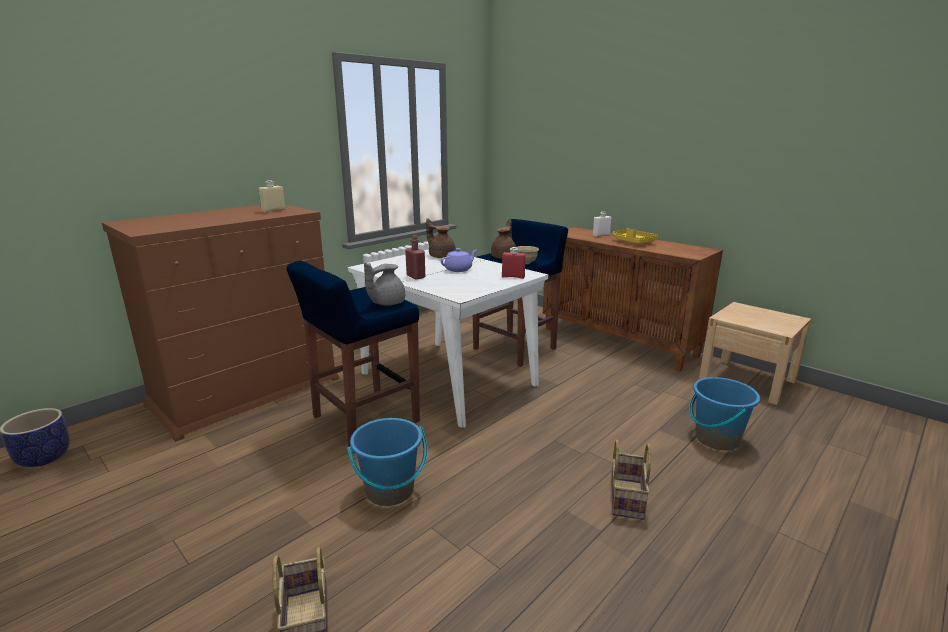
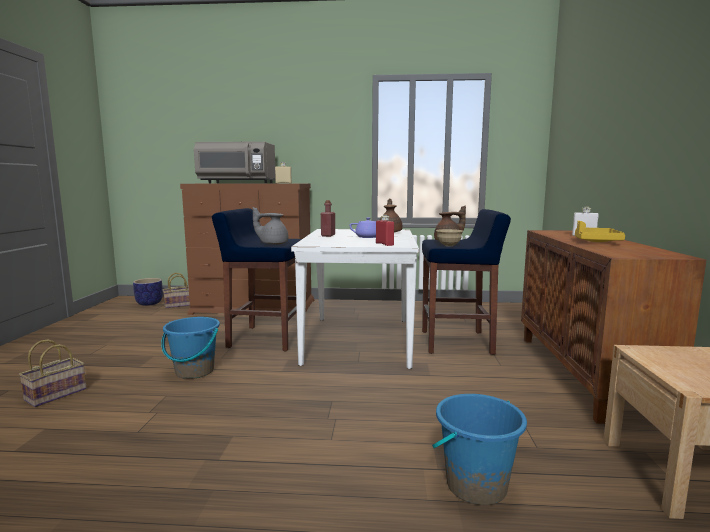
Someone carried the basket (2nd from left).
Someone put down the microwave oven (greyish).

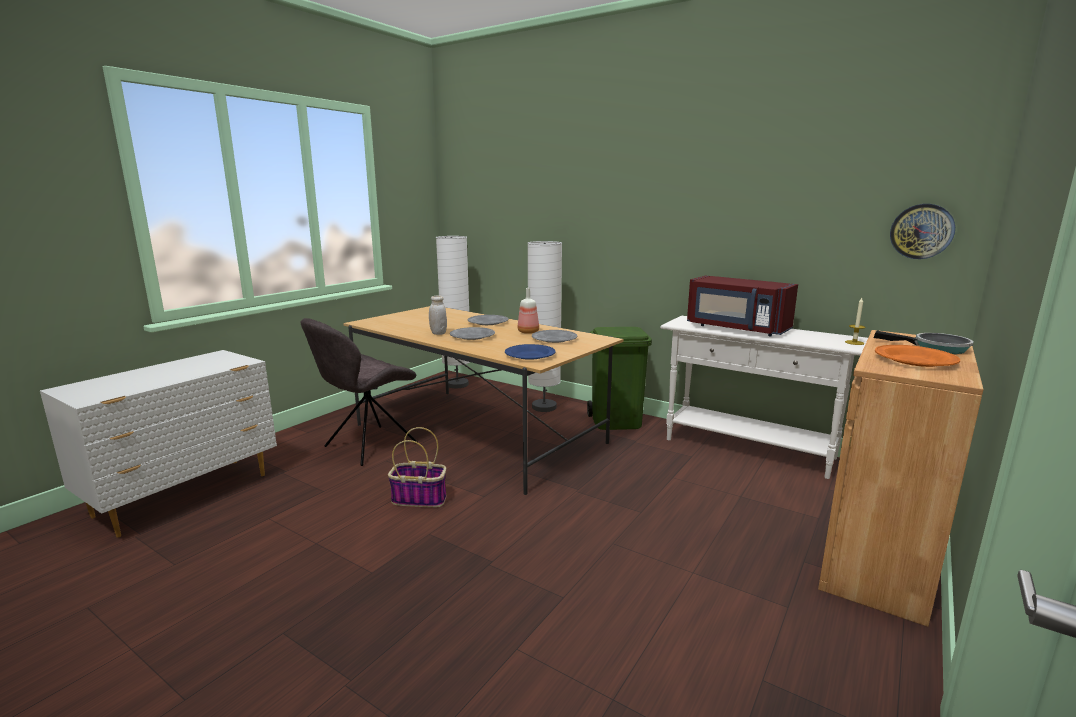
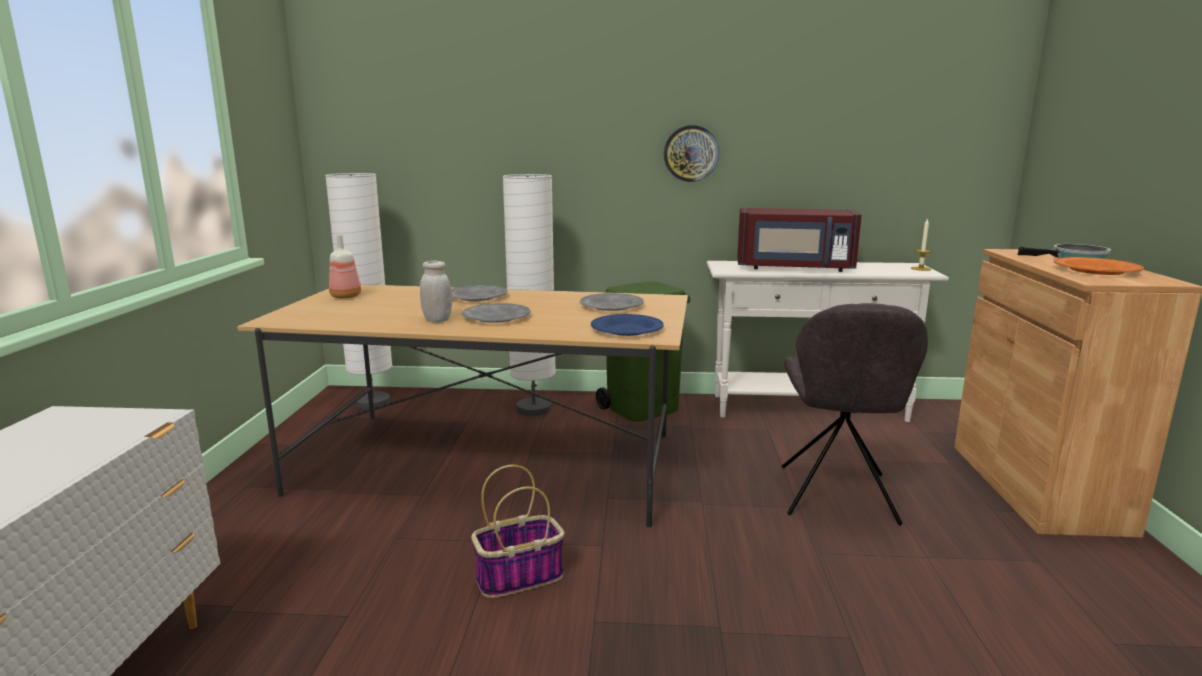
Someone carried the plain chair (greyish).
Someone carried the drink bottle.
Someone carried the clock on the wall.

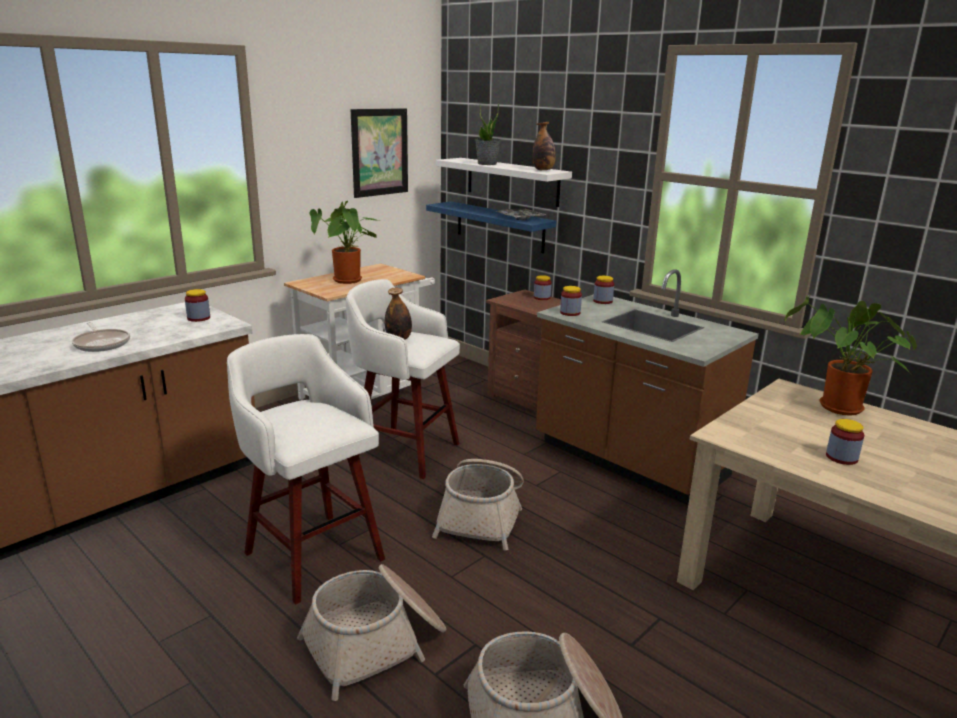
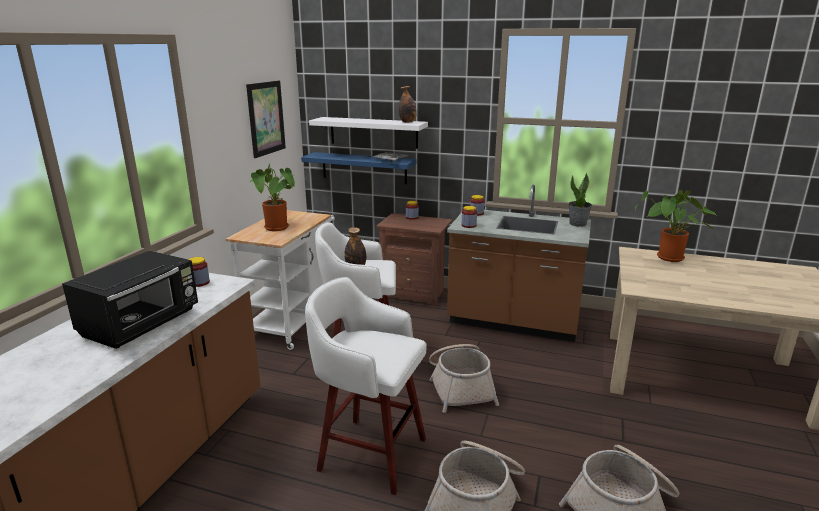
Someone swapped the frying pan for the microwave oven (black-coloured).
Someone carried the potted plant (2nd from left).
Someone took away the storage jar (5th from left).

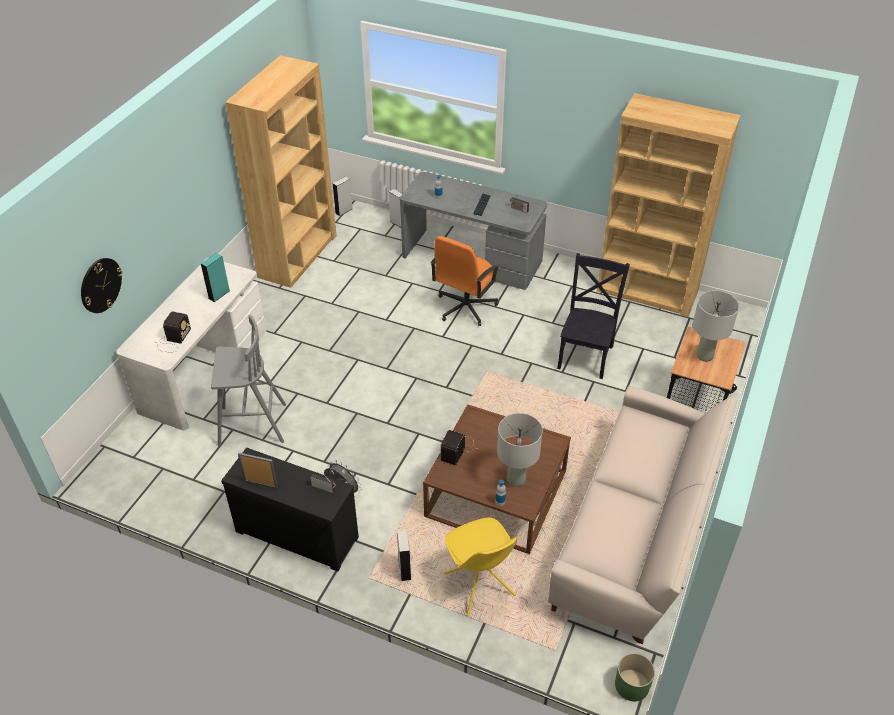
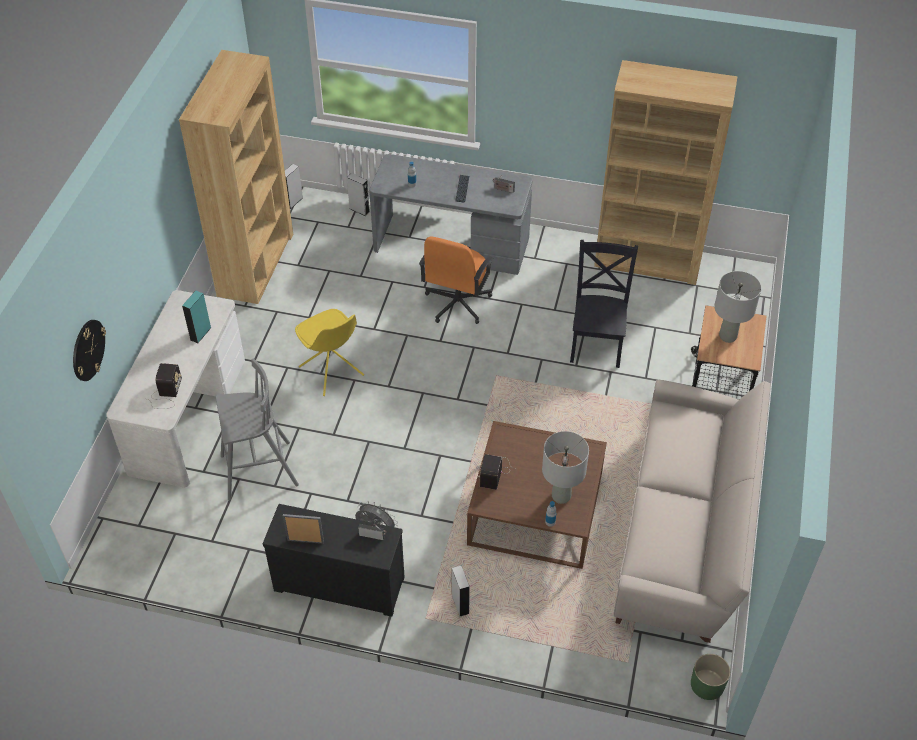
Someone carried the plain chair (yellow).

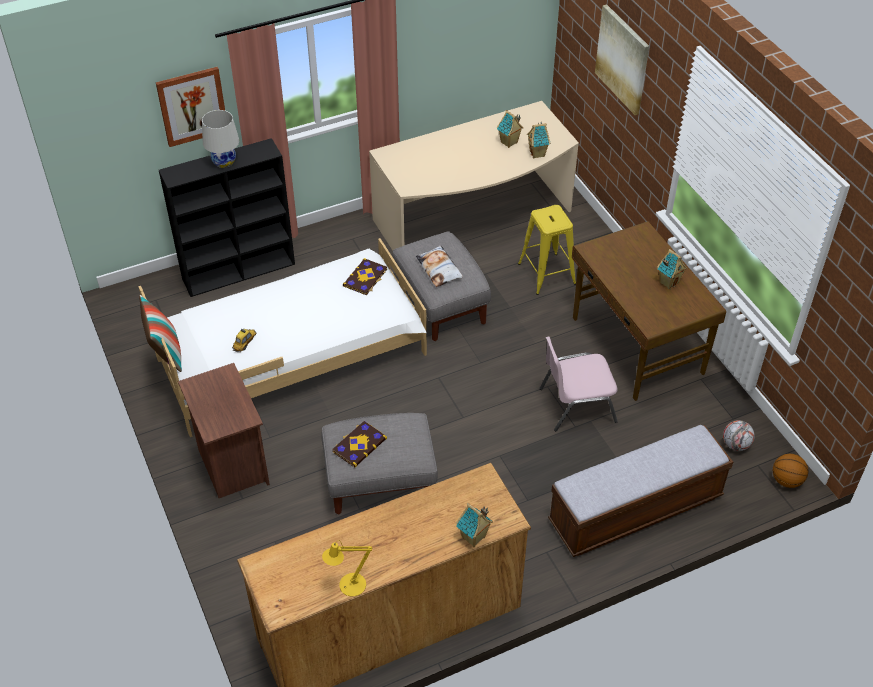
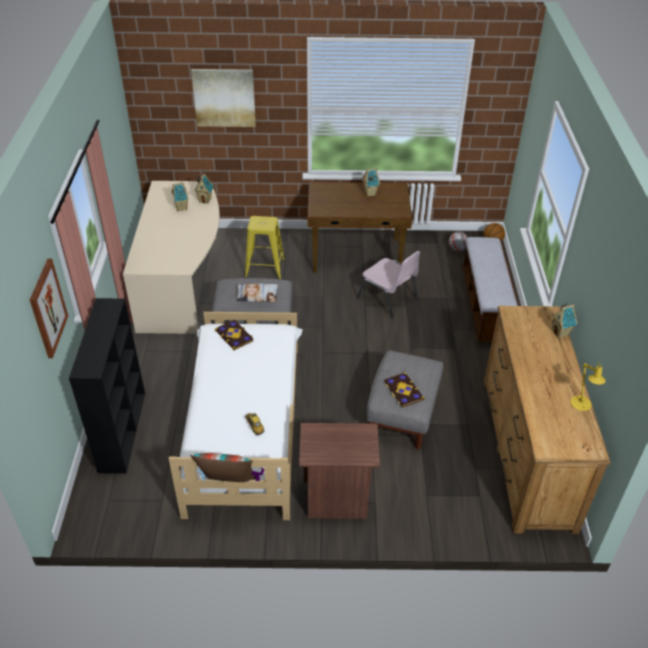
Someone took away the table lamp (white-coloured).
Someone rotated the plain chair (pink-coloured) by 60 degrees counterclockwise.

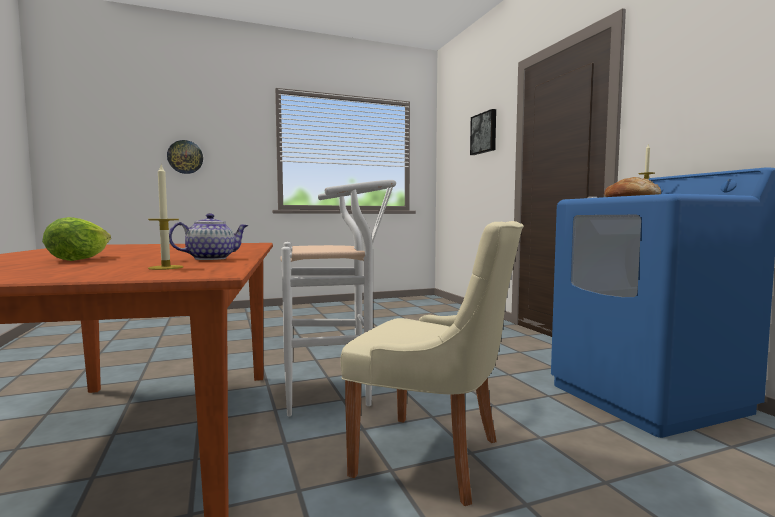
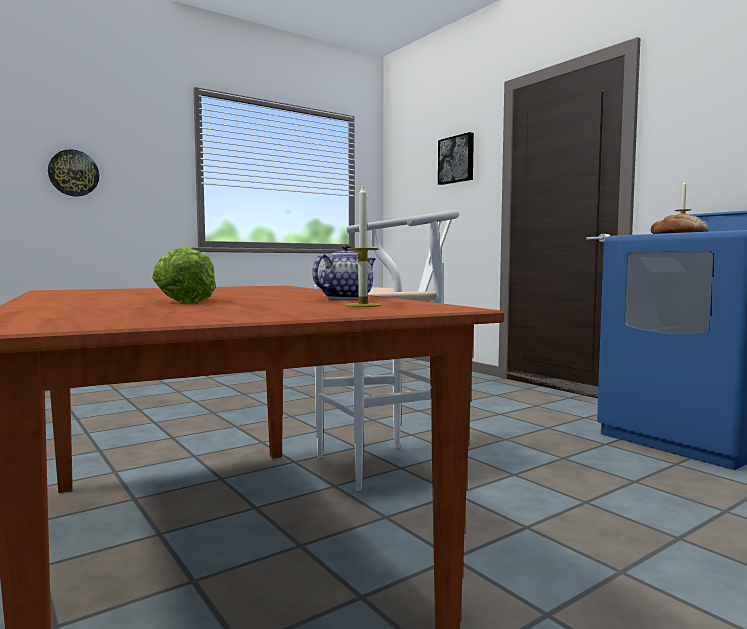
Someone took away the plain chair (sand-coloured).

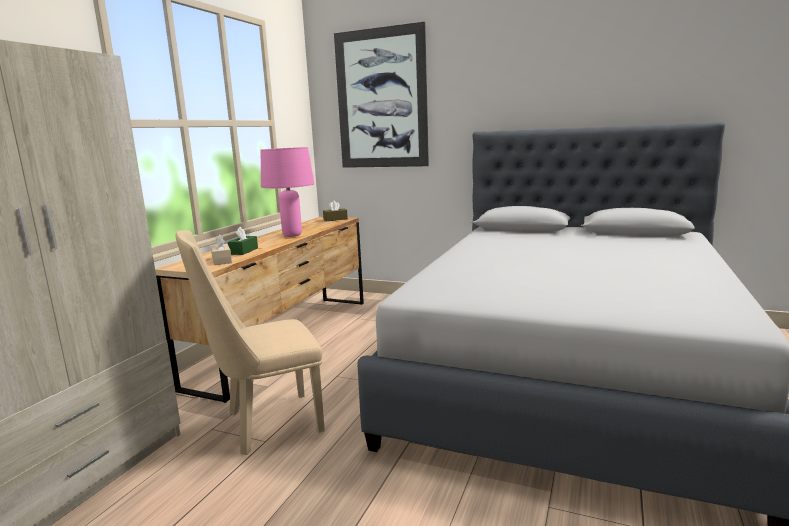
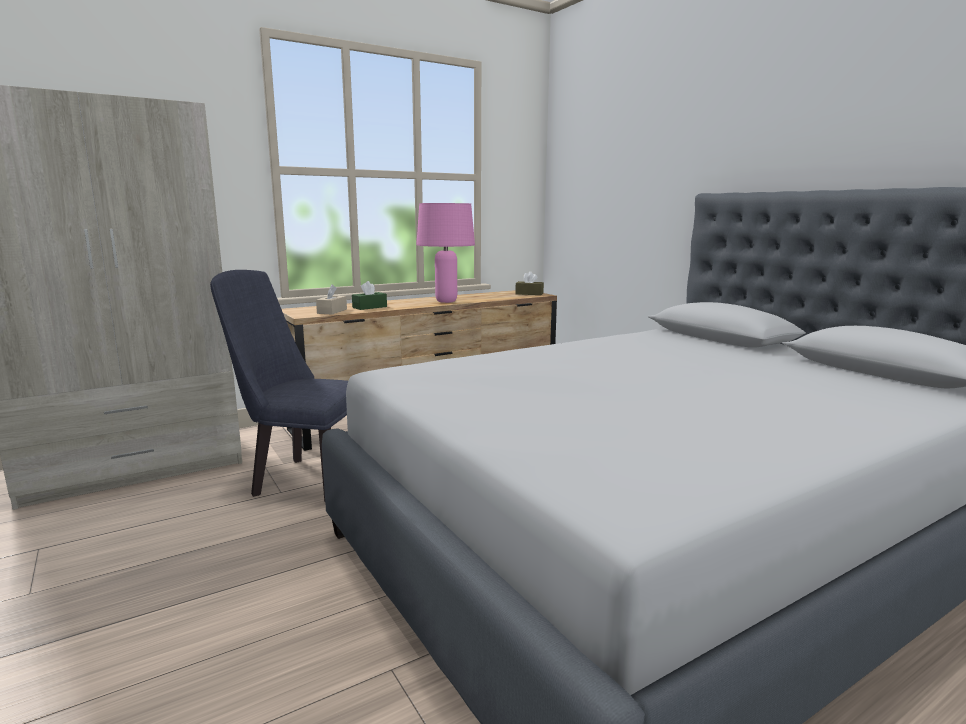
Someone repainted the plain chair (sand-coloured), which became the plain chair (blue).
Someone took away the wall picture.

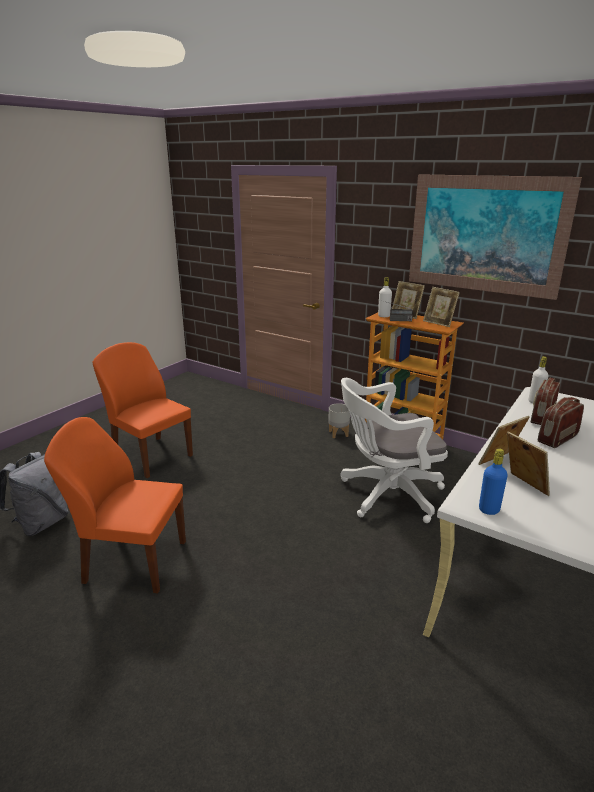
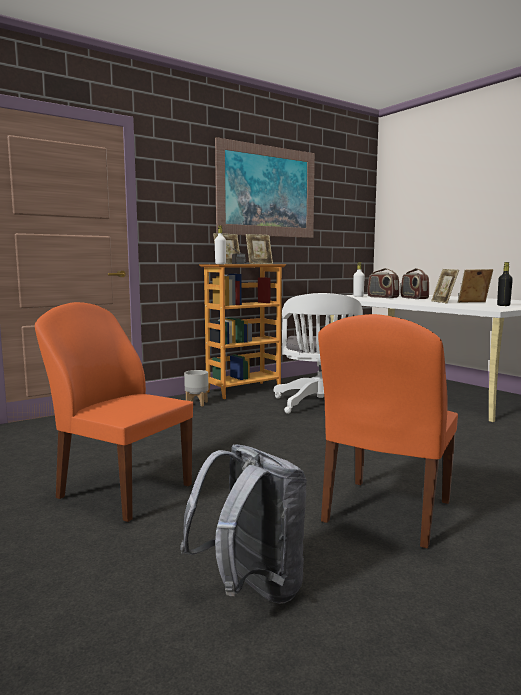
Someone rotated the plain chair (orange) (2nd from left in the first image) by 60 degrees clockwise.
Someone repainted the drink bottle (blue), which became the drink bottle (black-coloured).

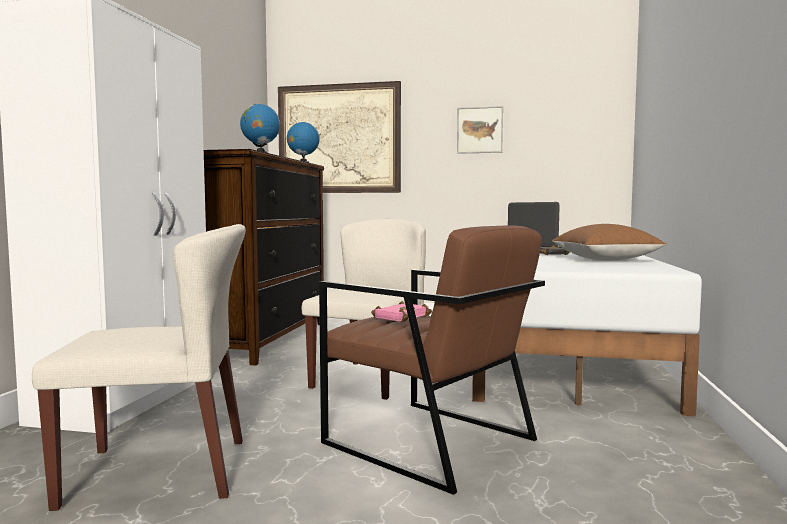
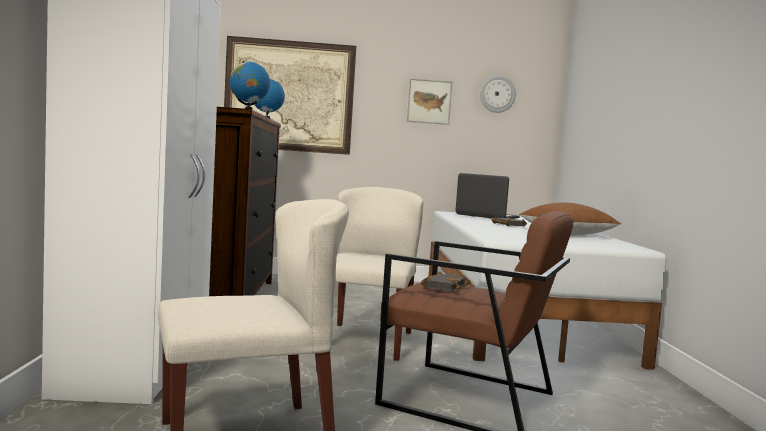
Someone repainted the volume (pink-coloured), which became the volume (black-coloured) (1st from left).
Someone put up the clock on the wall.

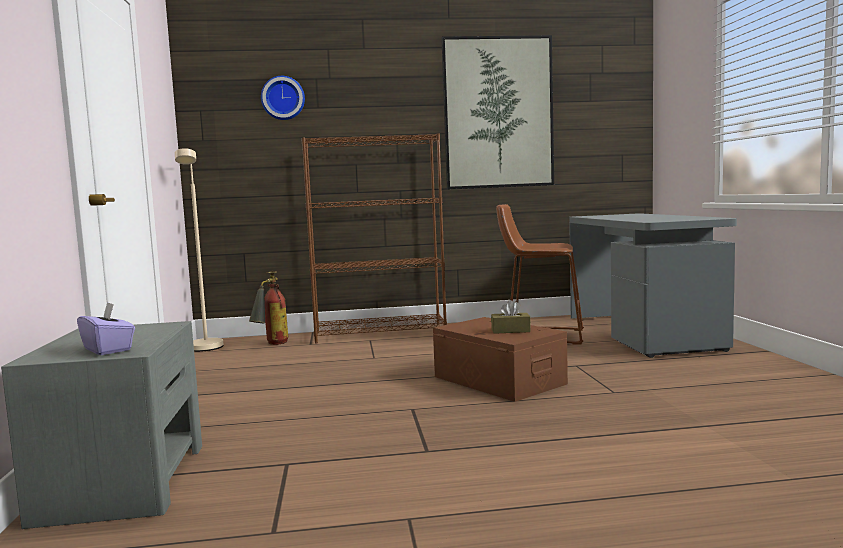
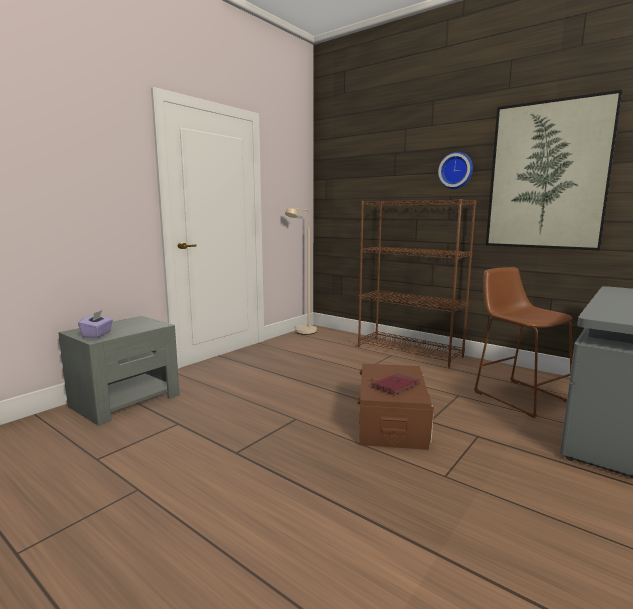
Someone took away the fire-fighting cylinder.
Someone carried the clock on the wall.
Someone swapped the tissue box (brown) for the volume (red).

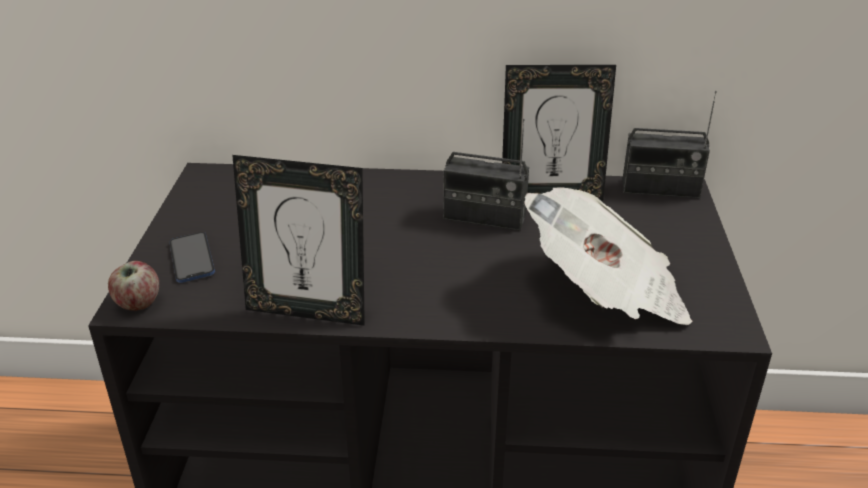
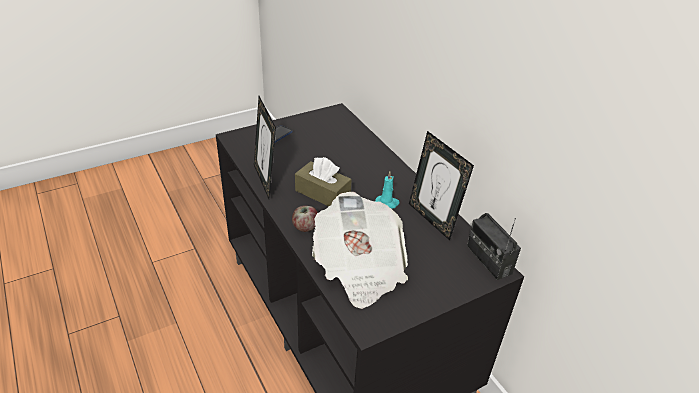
Someone carried the apple.
Someone swapped the radio set (1st from left) for the candle (blue-green).
Someone put down the tissue box (brown).

